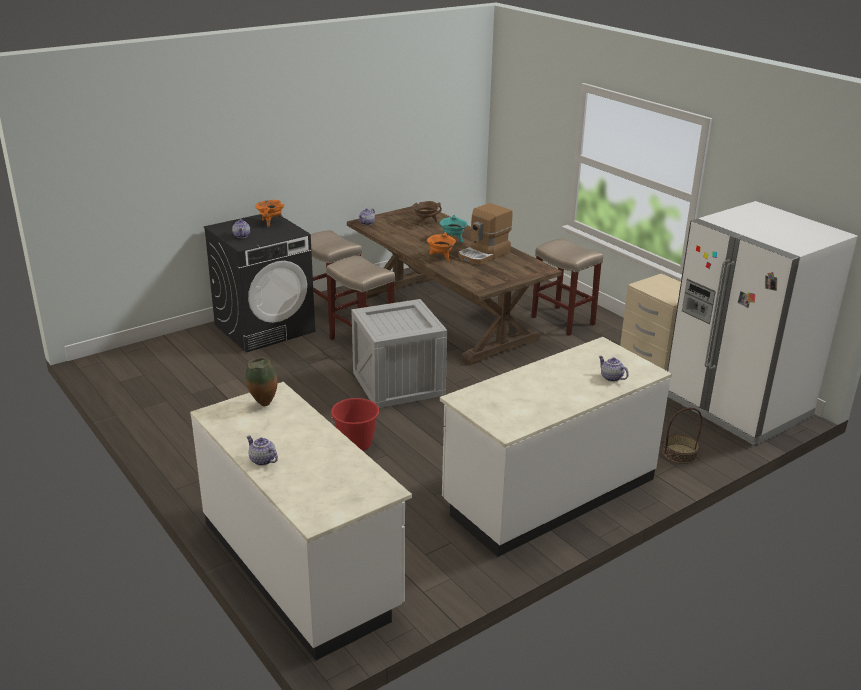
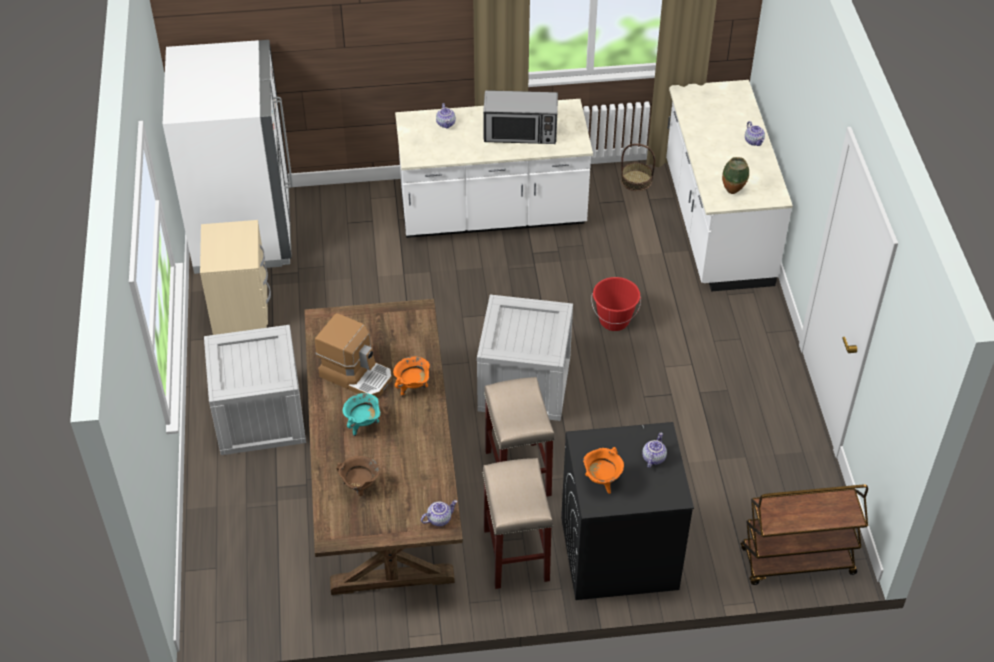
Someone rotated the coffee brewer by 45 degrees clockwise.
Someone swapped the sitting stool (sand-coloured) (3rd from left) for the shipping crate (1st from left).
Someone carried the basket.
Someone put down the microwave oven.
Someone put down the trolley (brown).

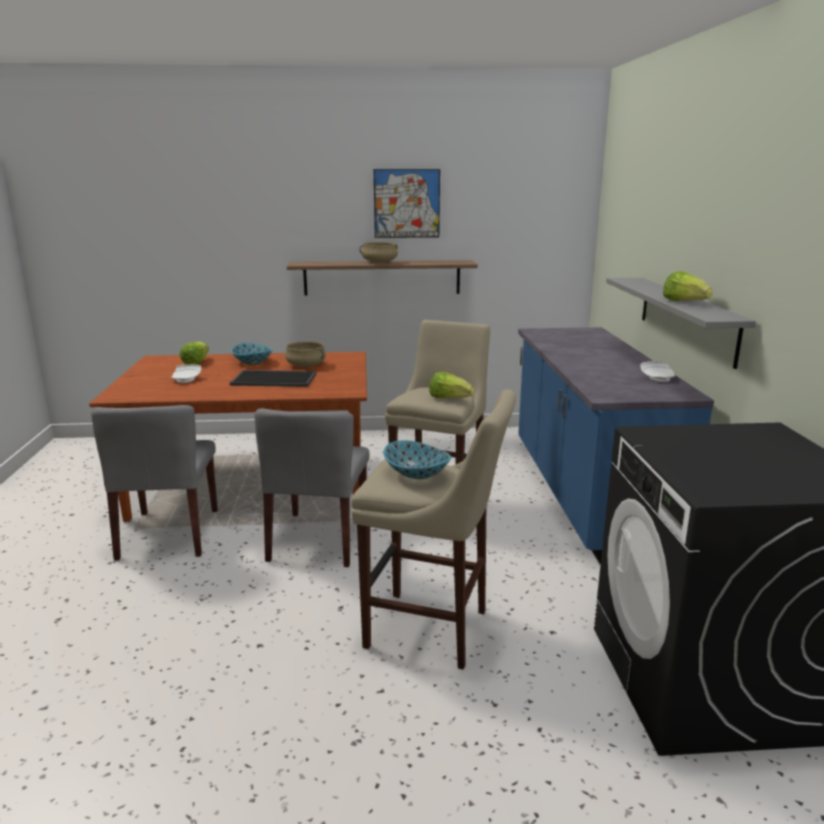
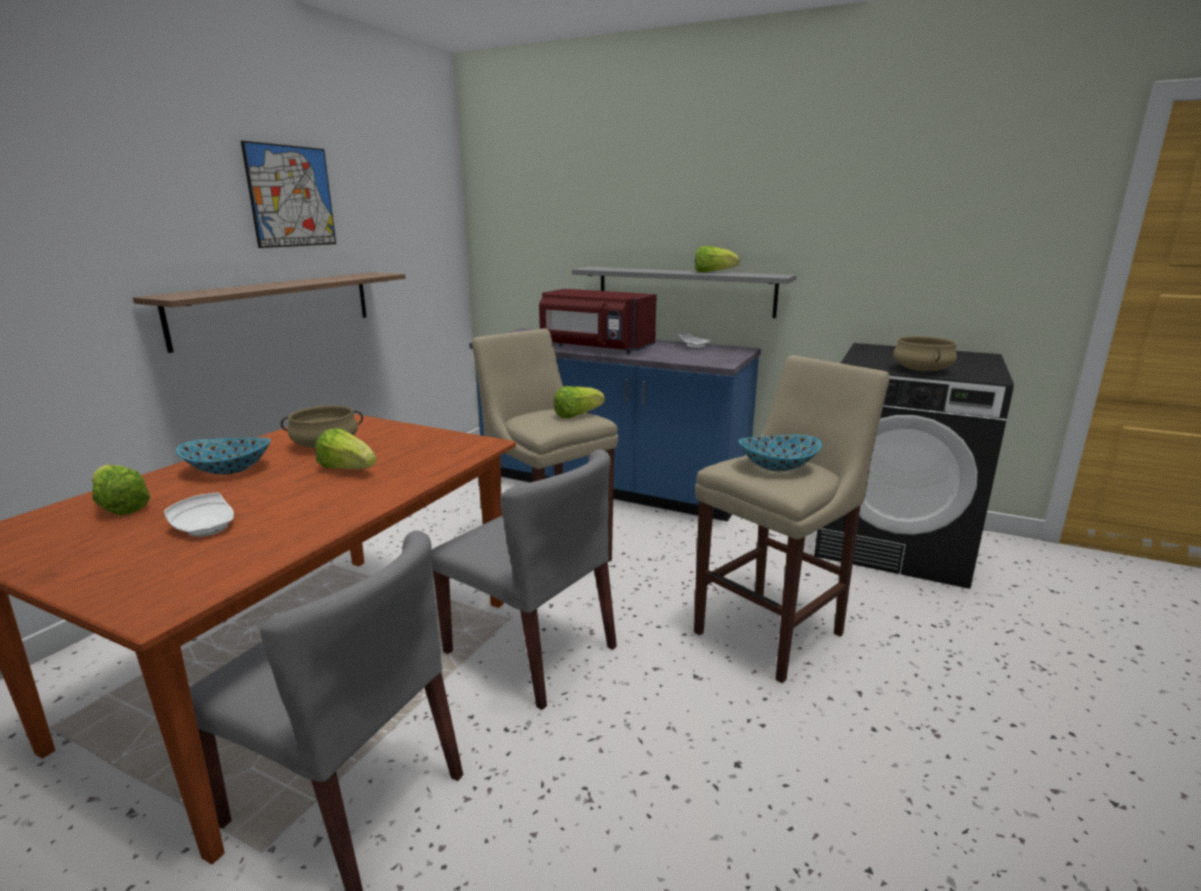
Someone swapped the carrying tray for the head of lettuce (2nd from left).
Someone carried the cooking pot (sand-coloured) (2nd from left).
Someone put down the microwave oven (red).

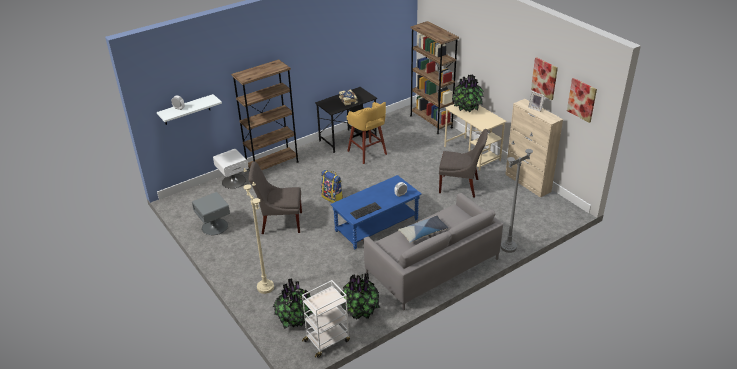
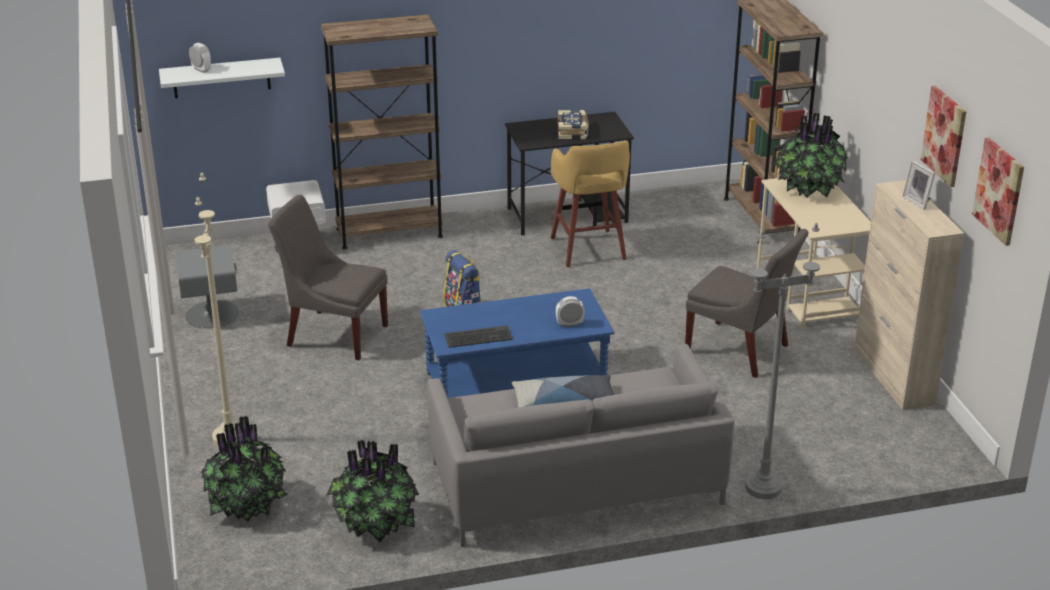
Someone took away the trolley (white-coloured).

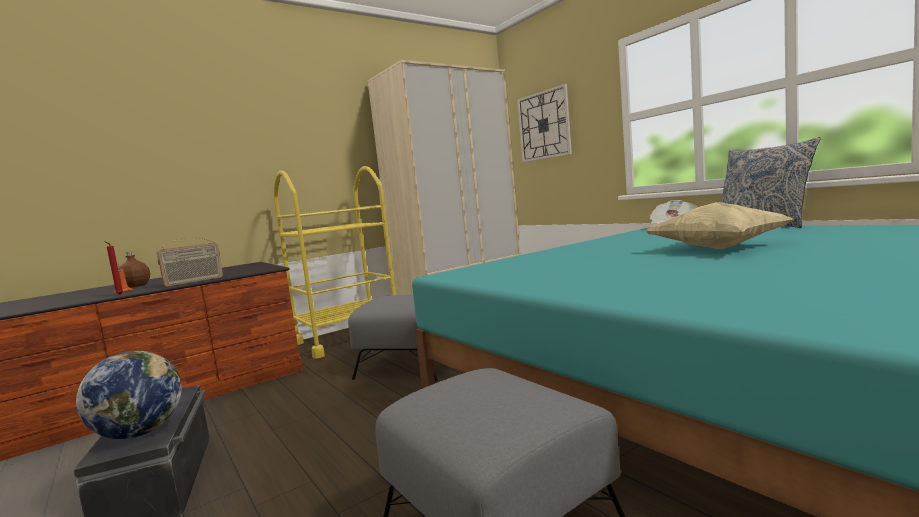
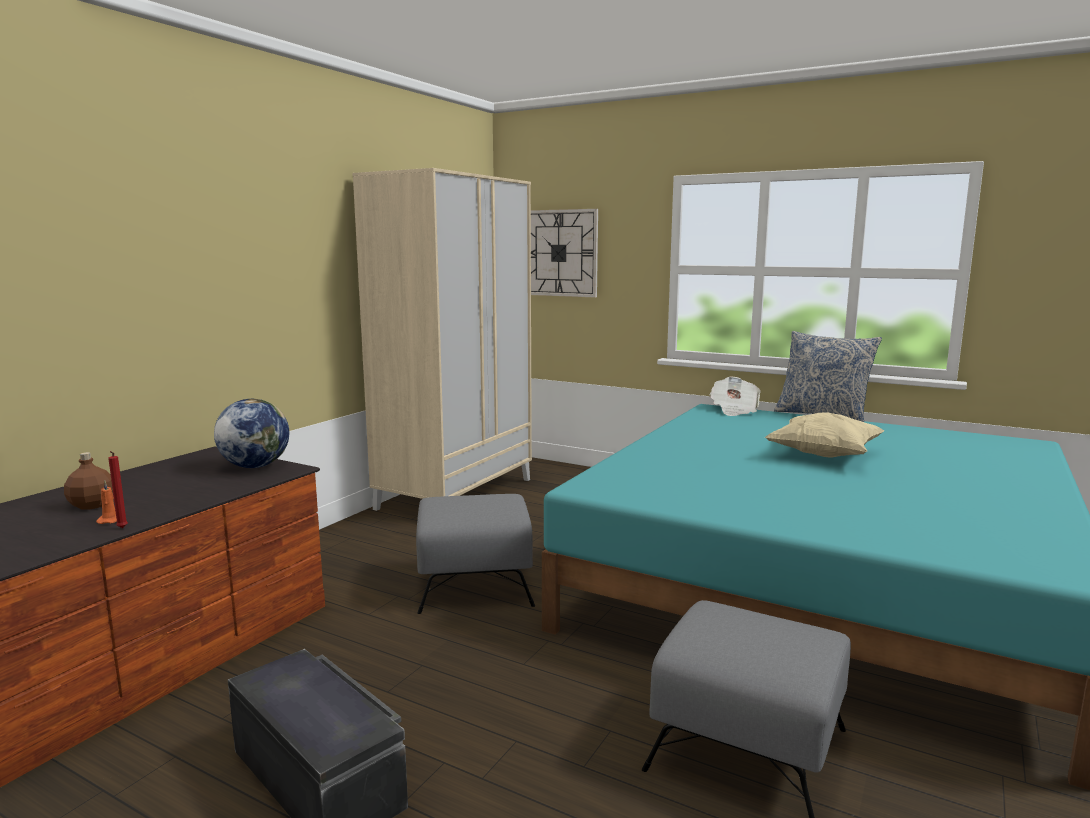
Someone carried the world globe.
Someone took away the radio set.
Someone took away the trolley (yellow).

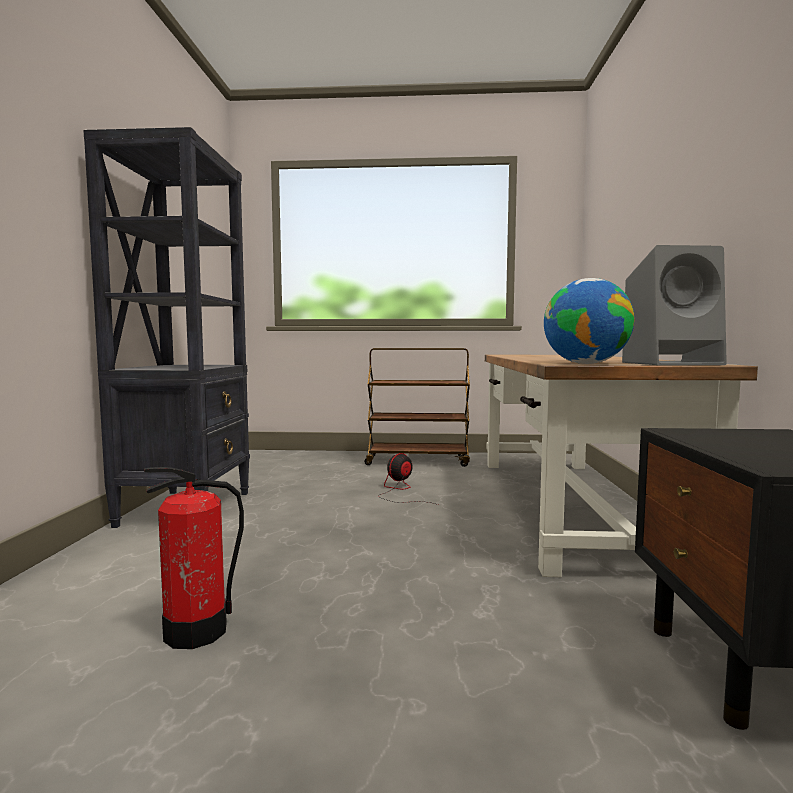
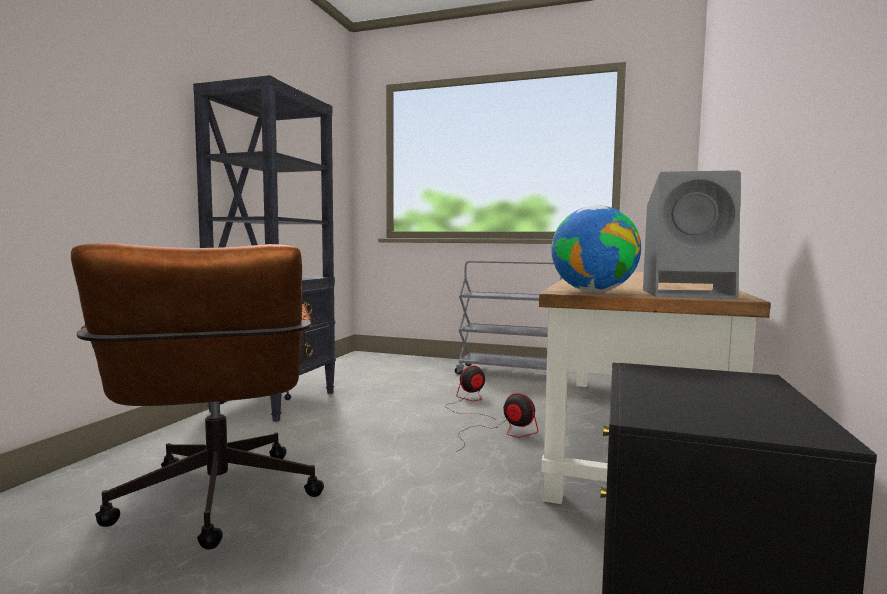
Someone swapped the fire-fighting cylinder for the computer chair (brown).
Someone repainted the trolley (brown), which became the trolley (greyish).
Someone put down the electric fan (2nd from left).

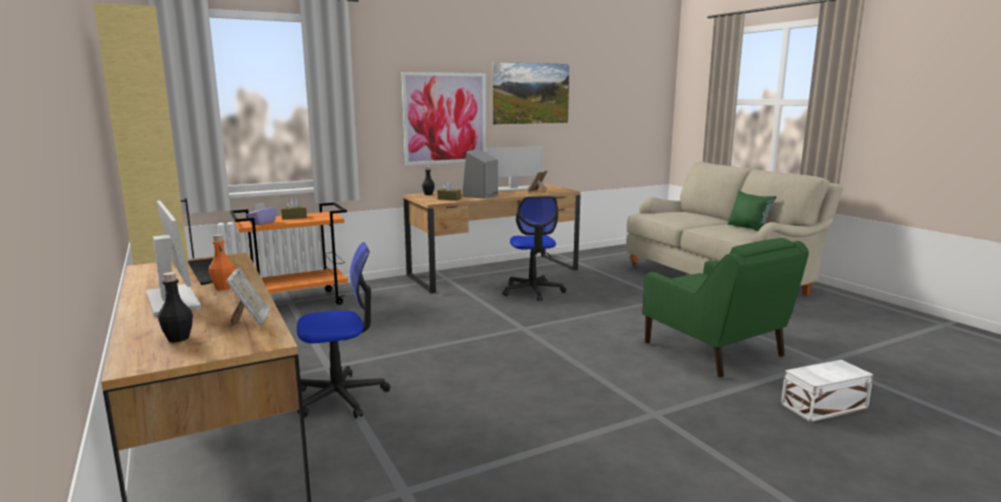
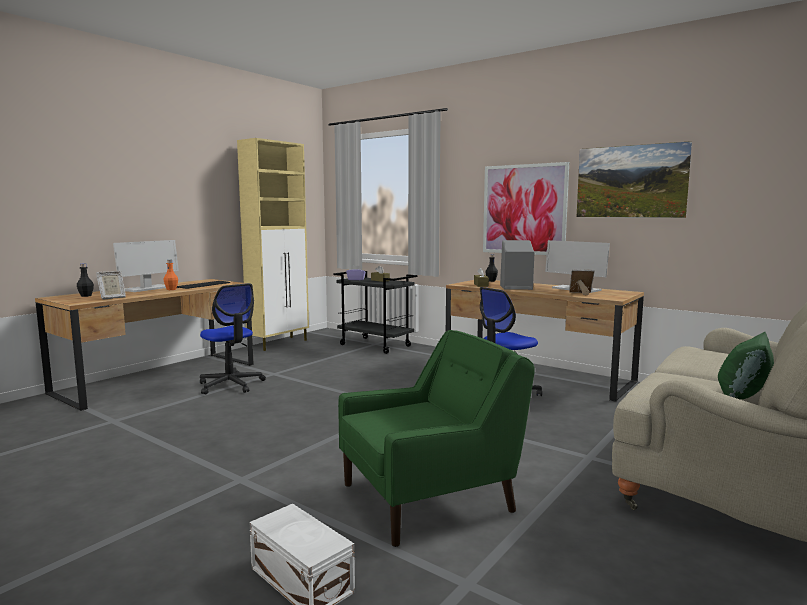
Someone repainted the trolley (orange), which became the trolley (black-coloured).
Someone rotated the armchair (green) by 150 degrees counterclockwise.

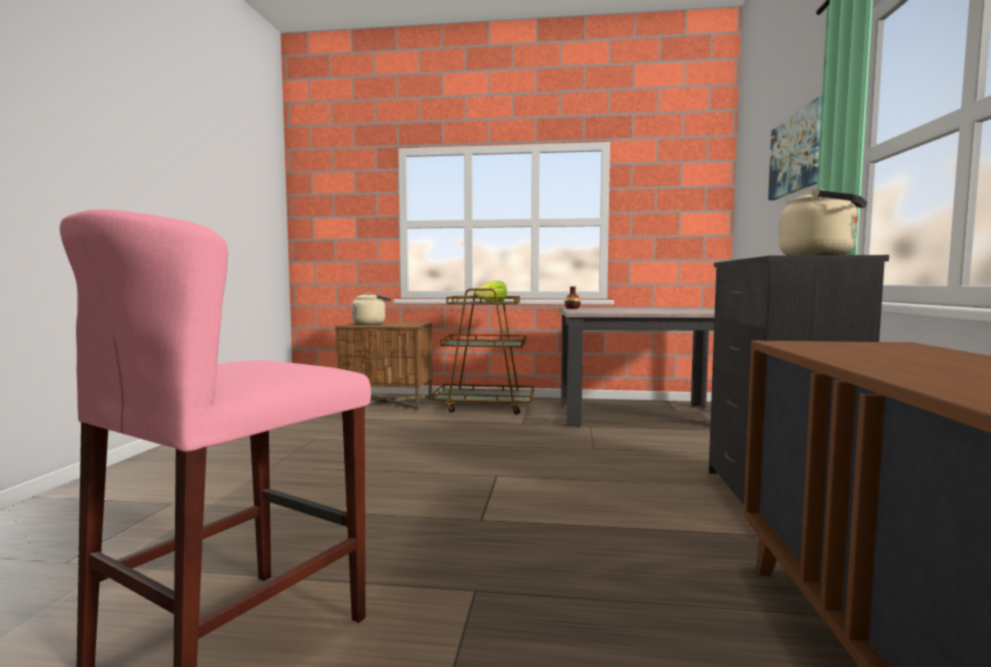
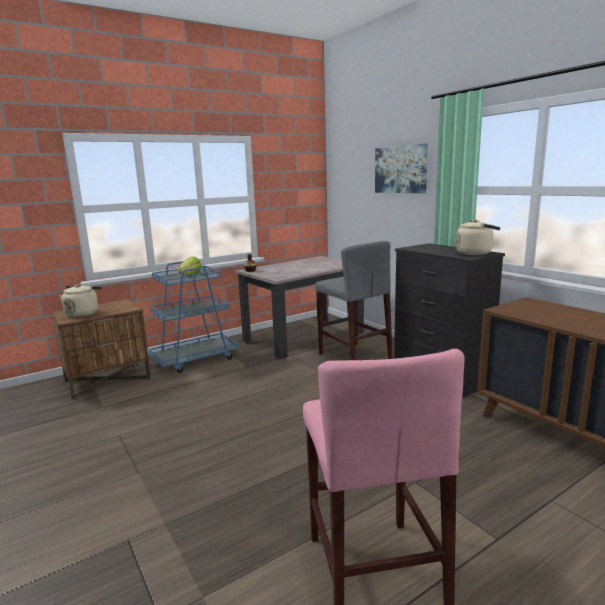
Someone repainted the trolley (brown), which became the trolley (blue).
Someone put down the sitting stool (greyish).

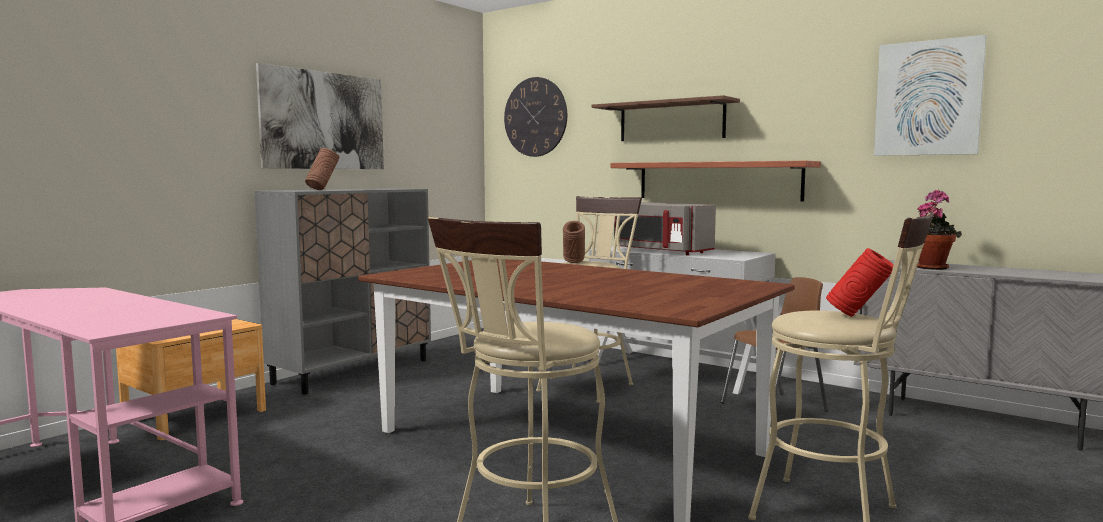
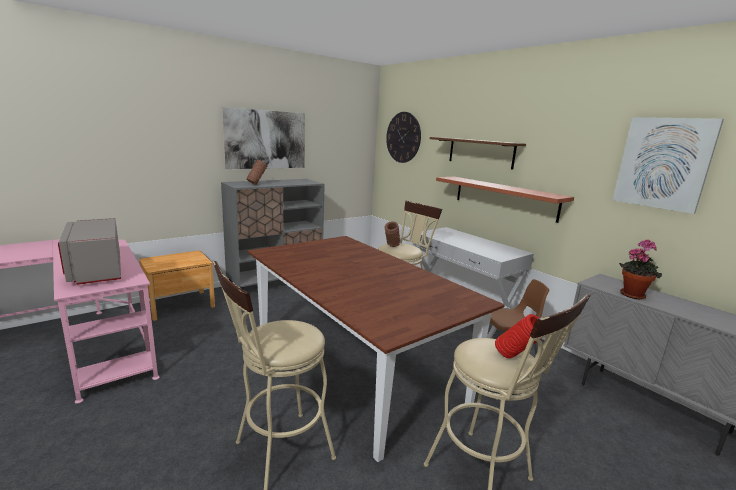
Someone carried the microwave oven (greyish).

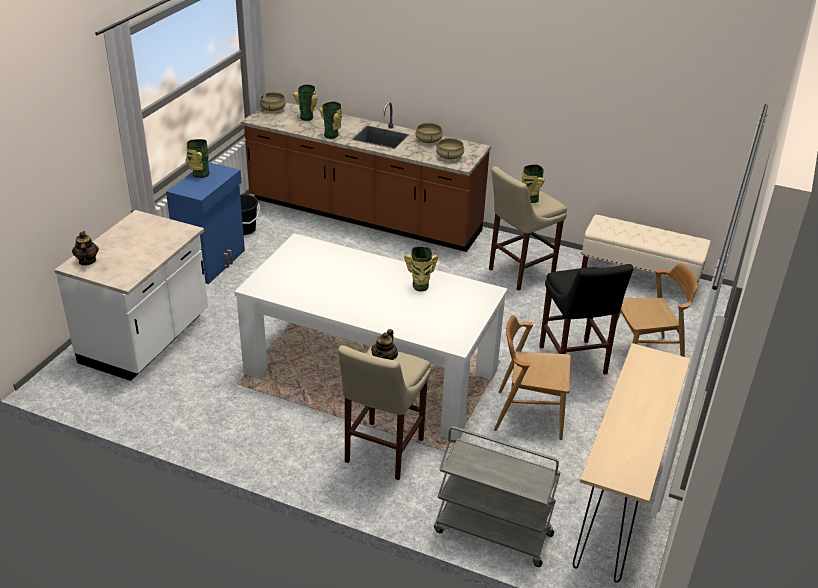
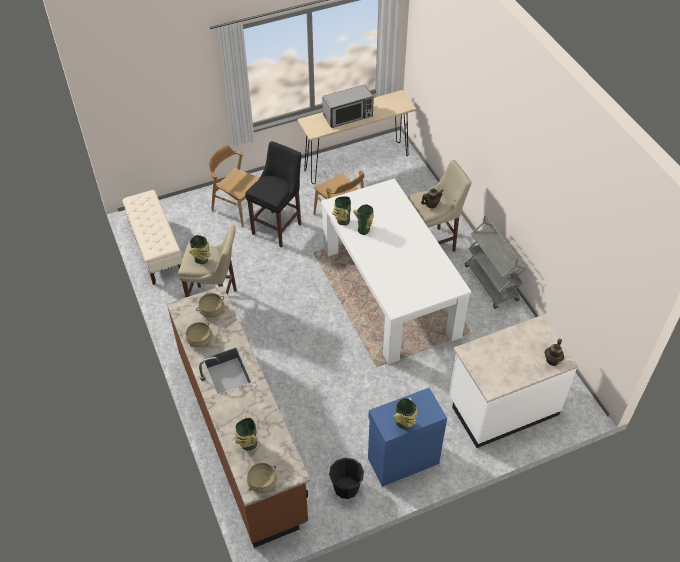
Someone carried the decorative vase (3rd from left).
Someone carried the trolley (greyish).
Someone put down the microwave oven.

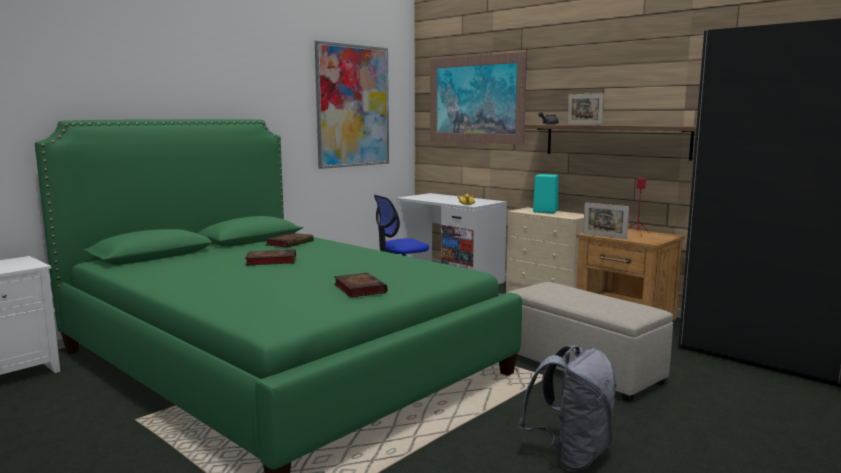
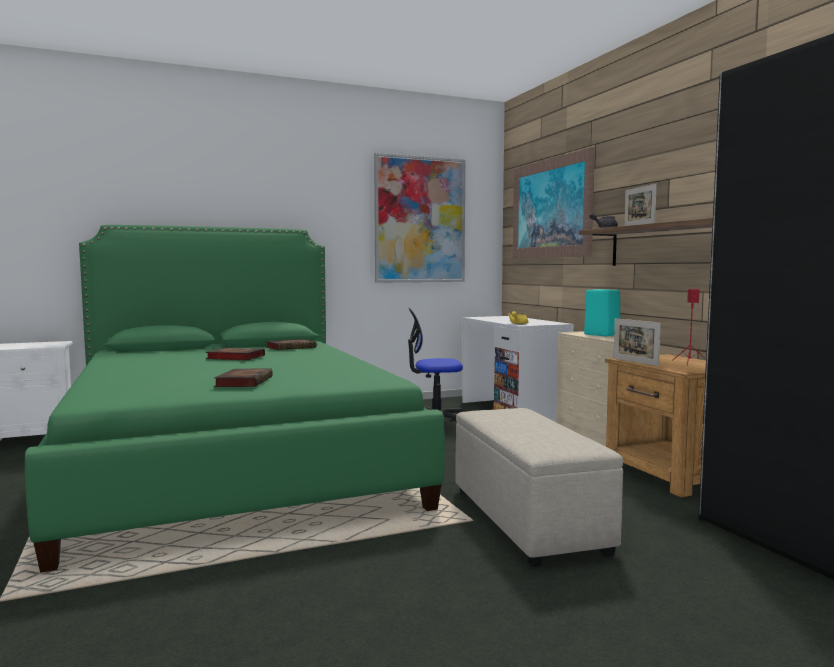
Someone took away the knapsack (greyish).

